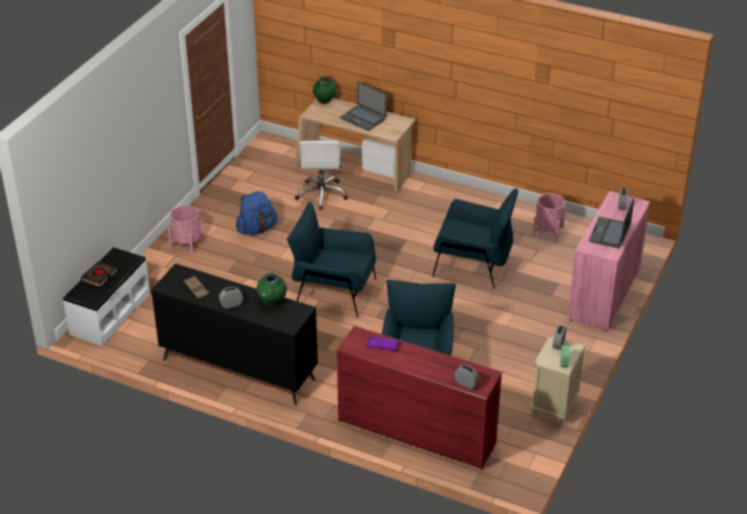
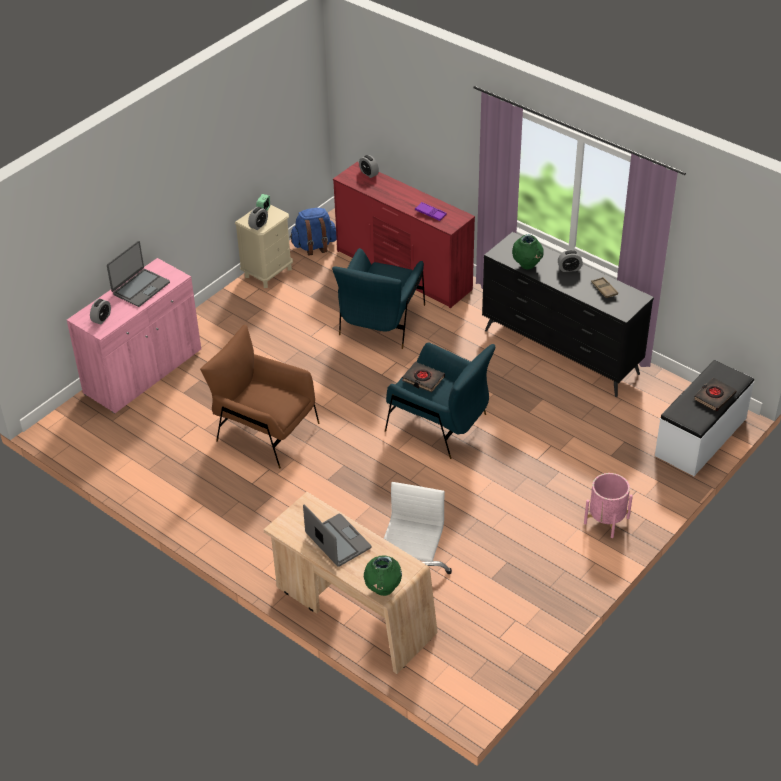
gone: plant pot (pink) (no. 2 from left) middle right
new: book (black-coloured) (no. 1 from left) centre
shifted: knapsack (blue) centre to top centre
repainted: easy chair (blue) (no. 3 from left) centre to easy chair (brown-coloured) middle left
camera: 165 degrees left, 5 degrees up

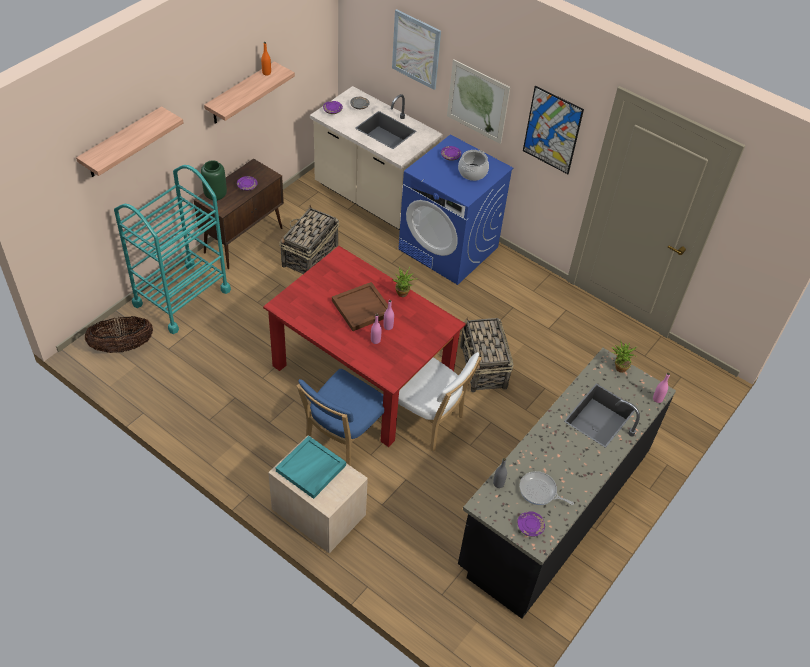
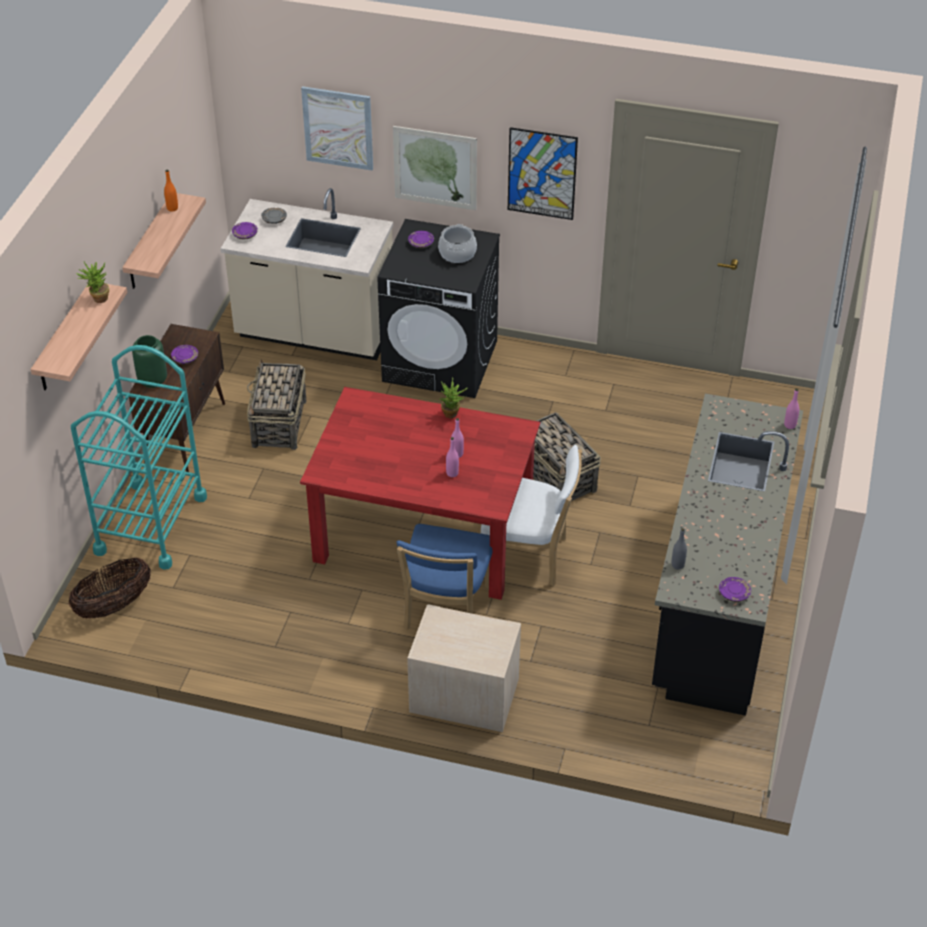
gone: serving tray (blue-green) bottom centre; serving tray (brown-coloured) centre; pan bottom right
shifted: potted plant (no. 2 from left in the first image) middle right to potted plant (no. 1 from left) top left
repainted: washing machine (blue) top centre to washing machine (black-coloured) top centre
camera: 20 degrees left, 5 degrees down

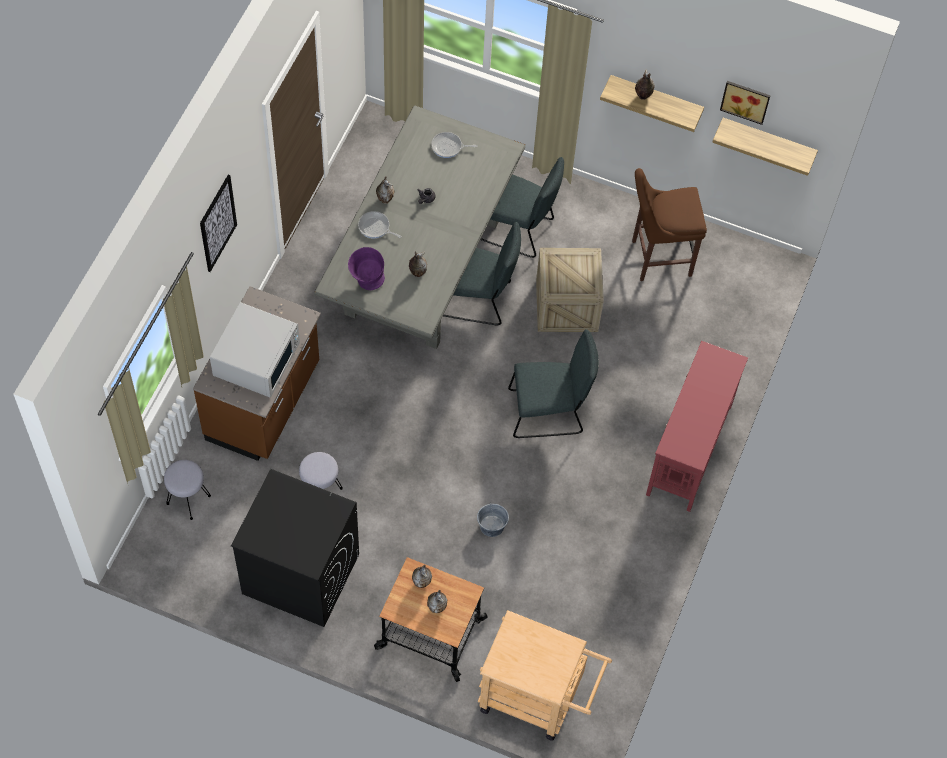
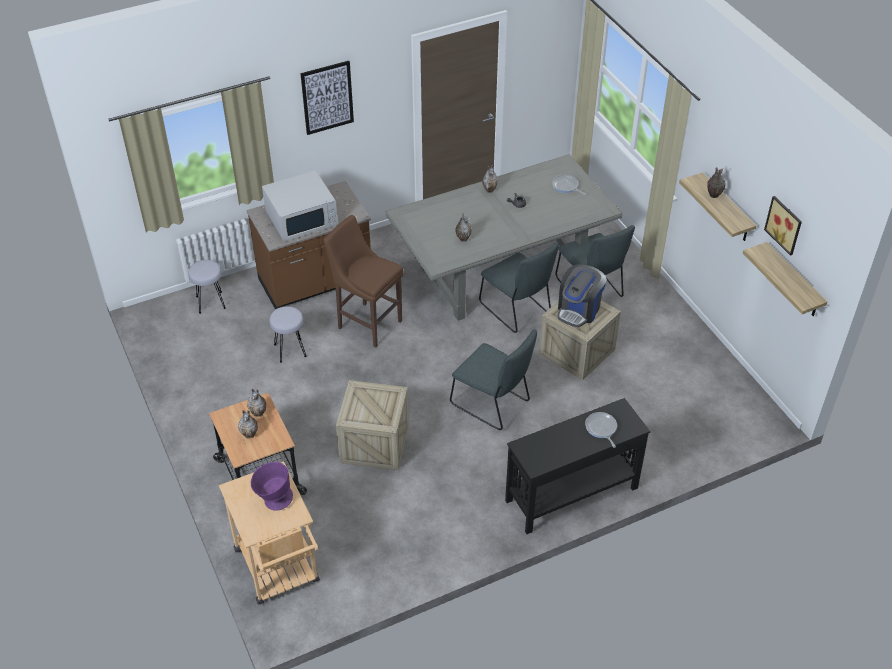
gone: washing machine (black-coloured) bottom left
new: coffee maker centre
shifted: deep dish (purplish) centre to bottom left; stool (brown-coloured) top right to centre; pan (no. 1 from left in the first image) top centre to pan (no. 2 from left) middle right
swapped: water bucket (gray) bottom centre to crate (no. 1 from left) centre
repainted: narrow table (reddish) middle right to narrow table (black-coloured) bottom centre
camera: 45 degrees right, 15 degrees down

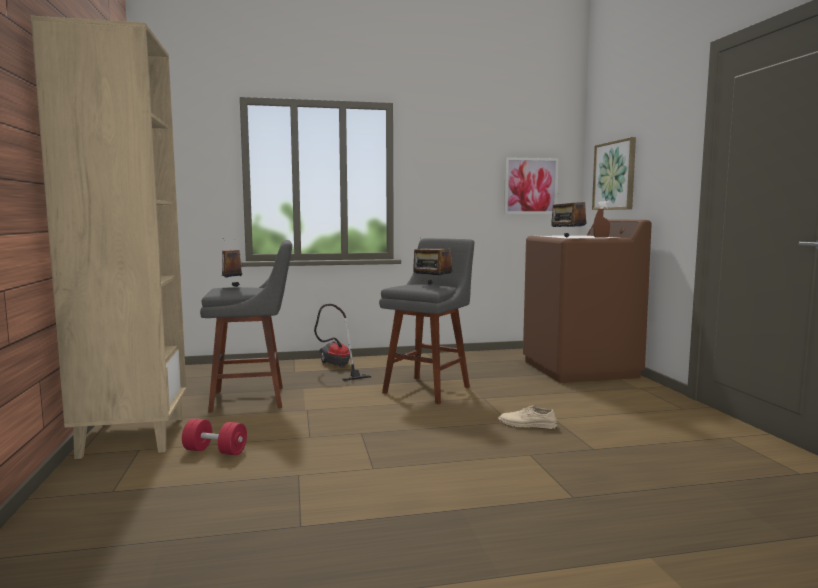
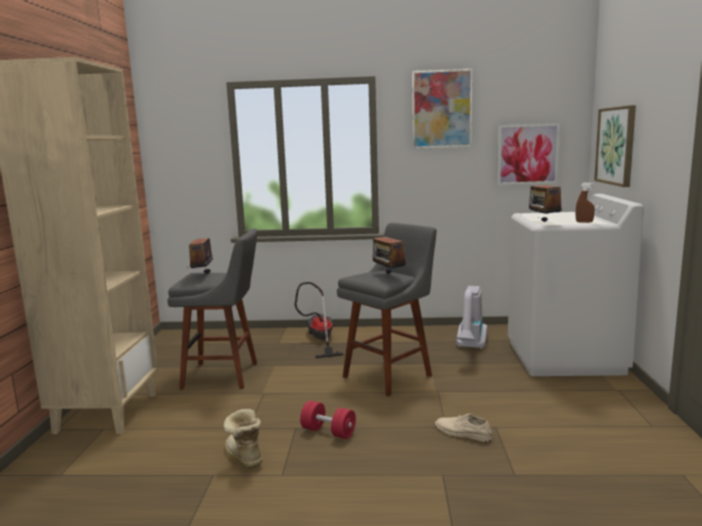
new: boot bottom centre; picture (no. 1 from left) top centre; hoover (no. 2 from left) middle right
shifted: free weight (reddish) bottom left to bottom centre
repainted: washing machine (brown-coloured) middle right to washing machine (white-coloured) middle right
camera: 15 degrees right, 5 degrees up

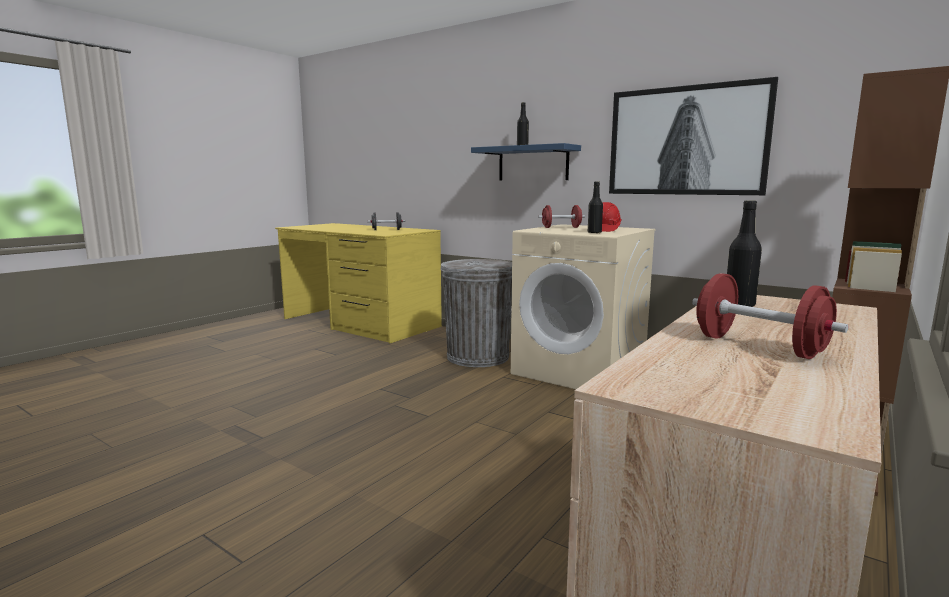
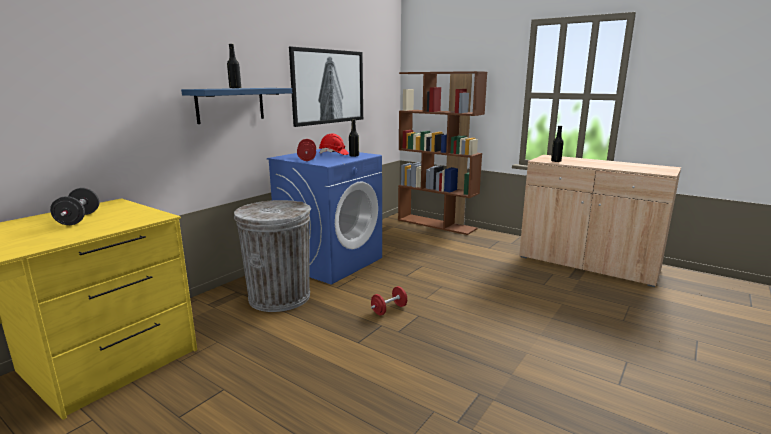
shifted: free weight (reddish) (no. 2 from left) middle right to bottom centre
repainted: washing machine (sand-coloured) centre to washing machine (blue) centre
camera: 90 degrees left, 5 degrees up

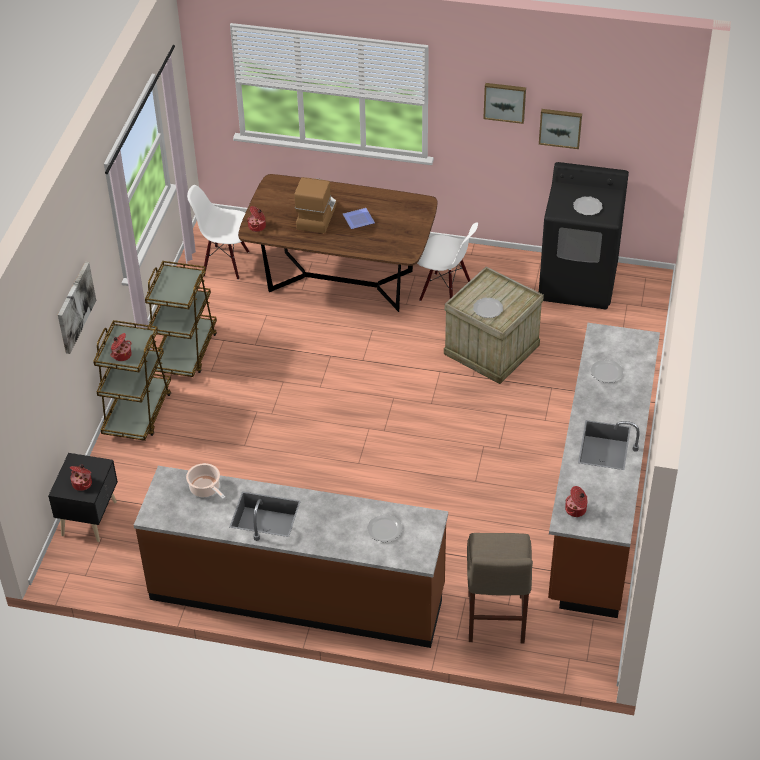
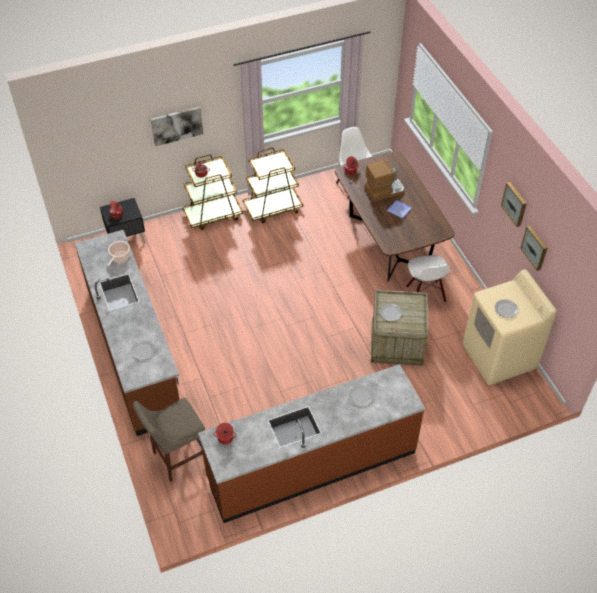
repainted: washing machine (black-coloured) top right to washing machine (sand-coloured) middle right
camera: 55 degrees right, 5 degrees up

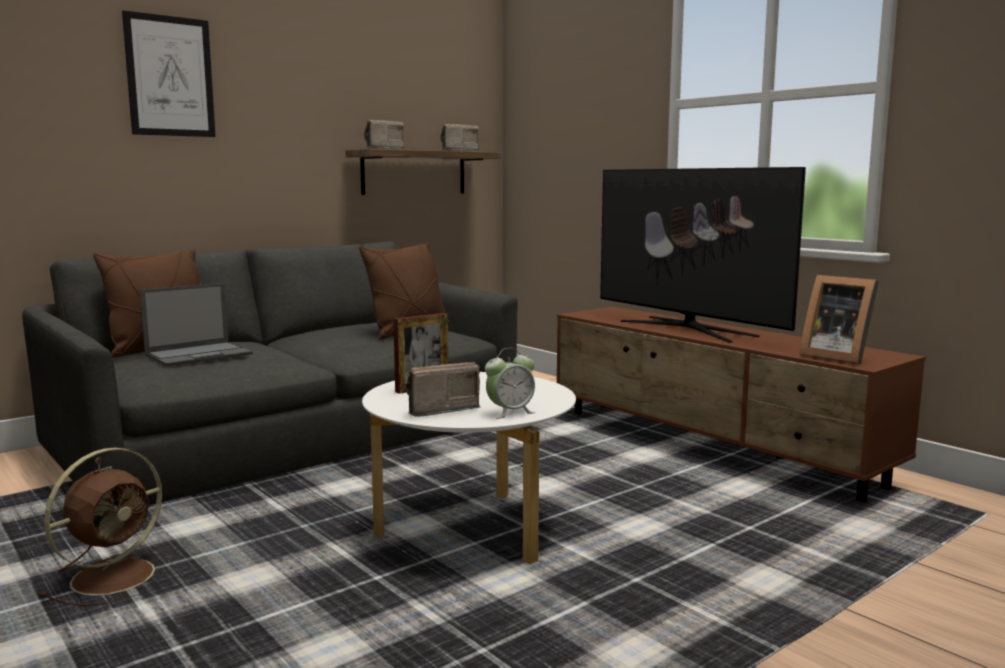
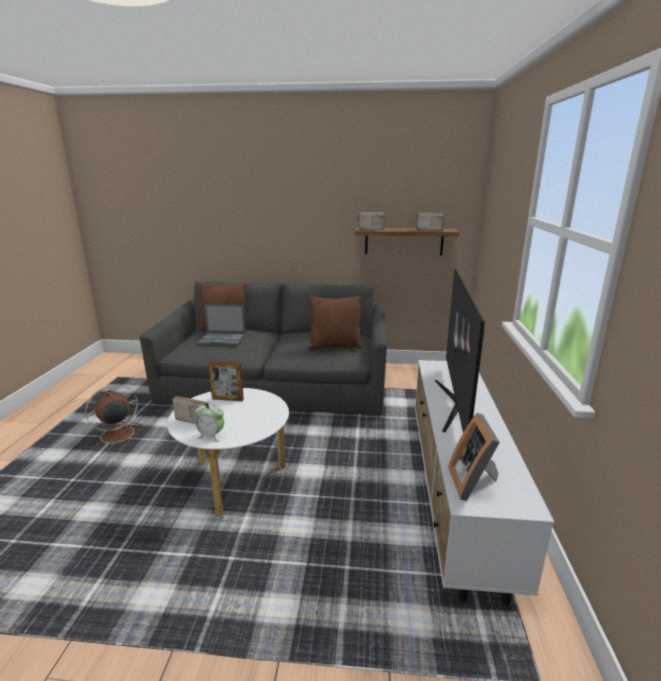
gone: picture top left
repainted: media console (brown-coloured) middle right to media console (white-coloured) bottom right
rotated: cooling fan (brown-coloured) bottom left = middle left 150 degrees clockwise
camera: 45 degrees right, 10 degrees up

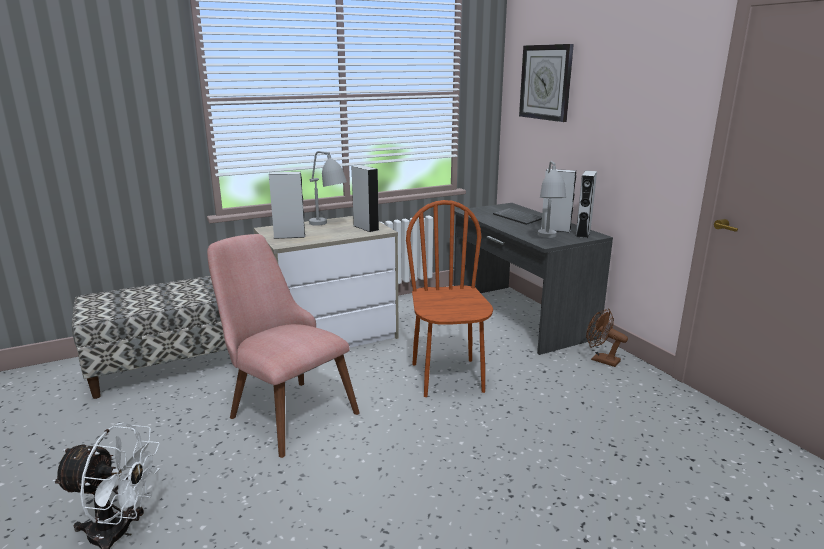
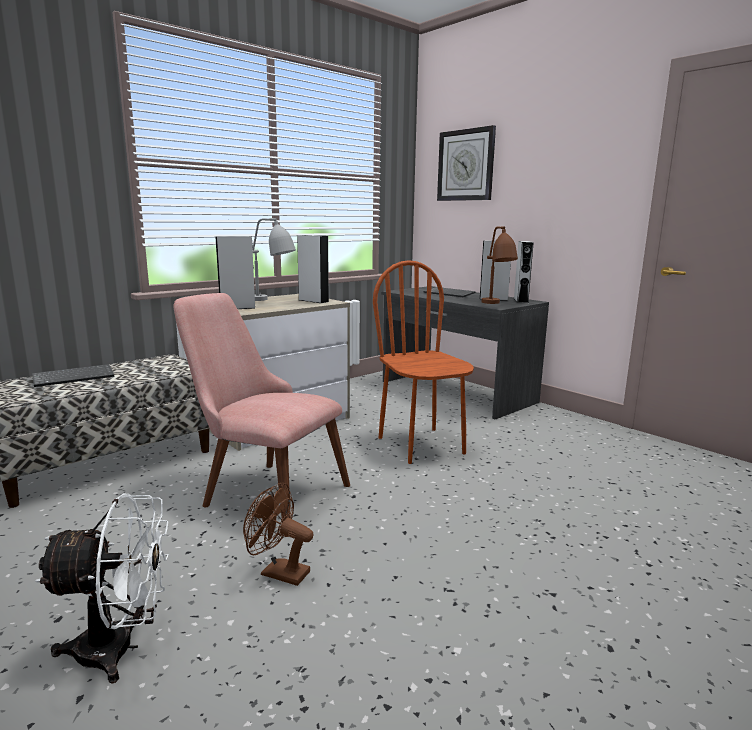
new: computer keyboard (no. 1 from left) middle left
shifted: cooling fan (brown-coloured) middle right to bottom centre
repainted: lamp for a table (gray) (no. 2 from left) middle right to lamp for a table (brown-coloured) centre
camera: 15 degrees left, 5 degrees down

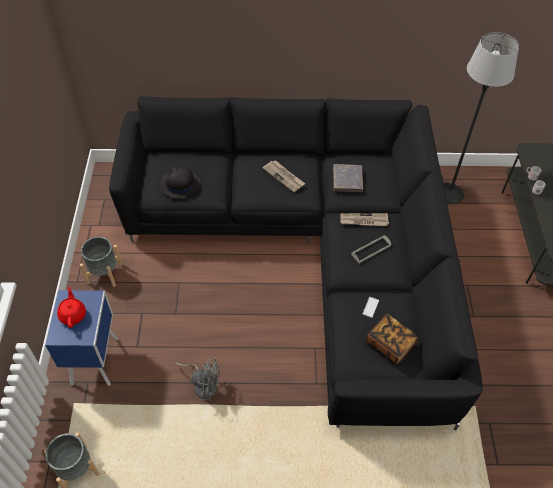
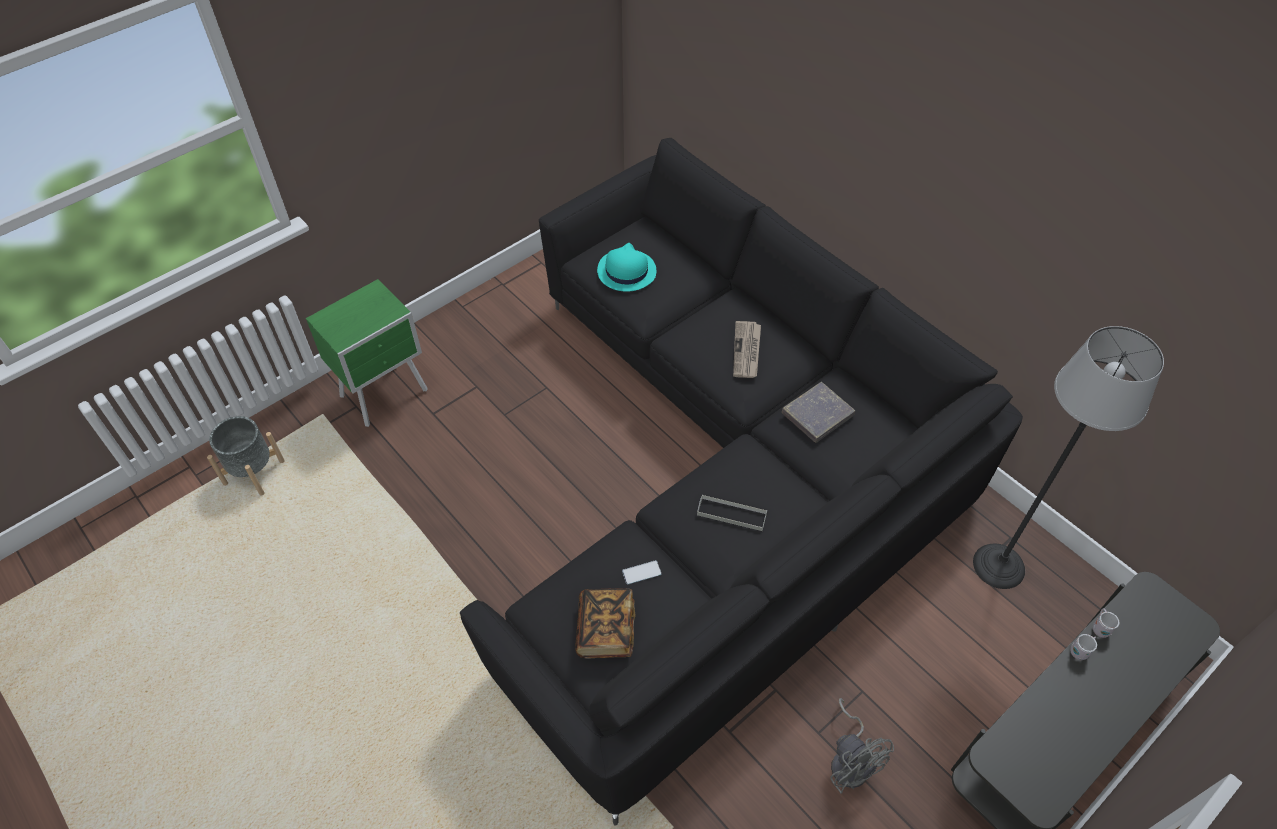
gone: pot for tea (reddish) middle left; plant pot (gray) (no. 2 from left) middle left; newspaper (no. 2 from left) centre
shifted: cooling fan (gray) bottom centre to bottom right
repainted: night table (blue) bottom left to night table (green) middle left; hat (black-coloured) middle left to hat (blue-green) top centre
camera: 50 degrees right, 0 degrees up

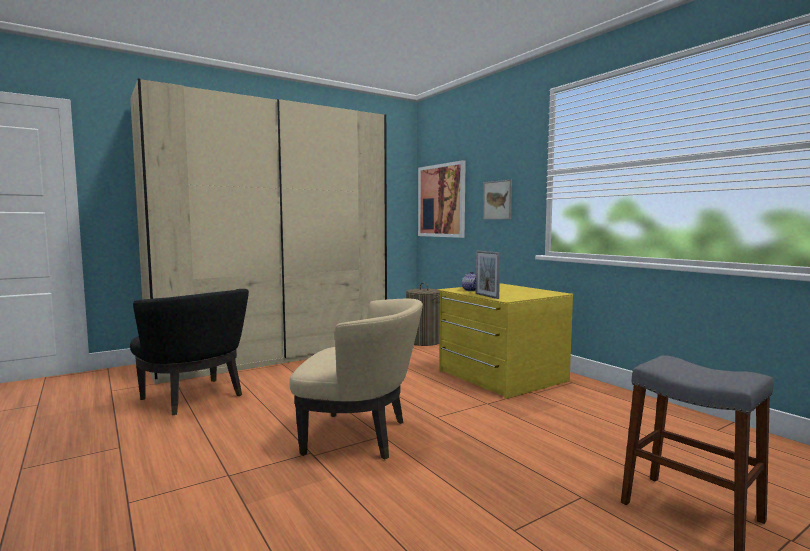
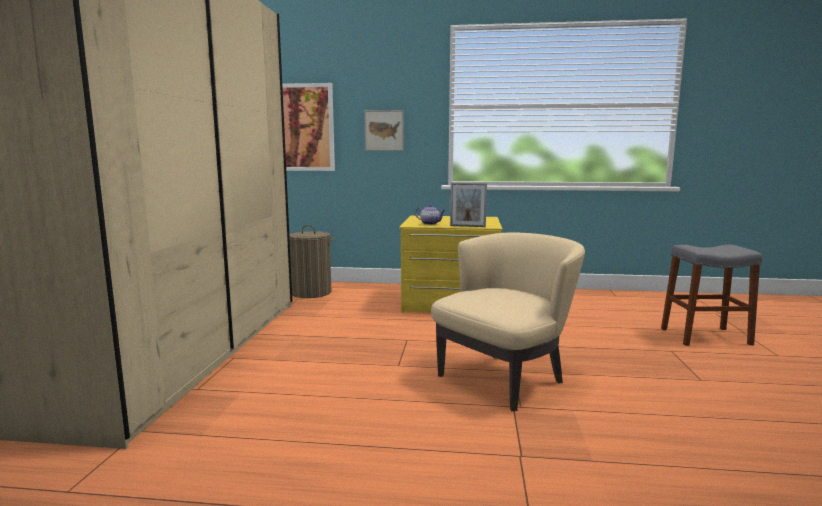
gone: easy chair (black-coloured) middle left
camera: 50 degrees left, 5 degrees up

